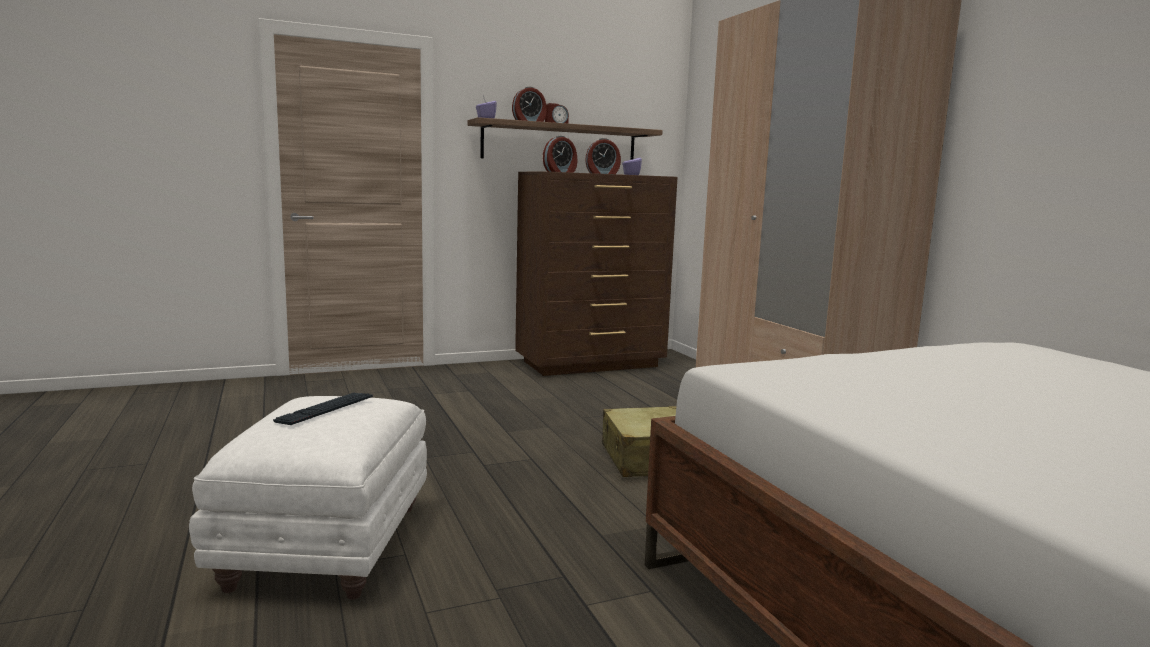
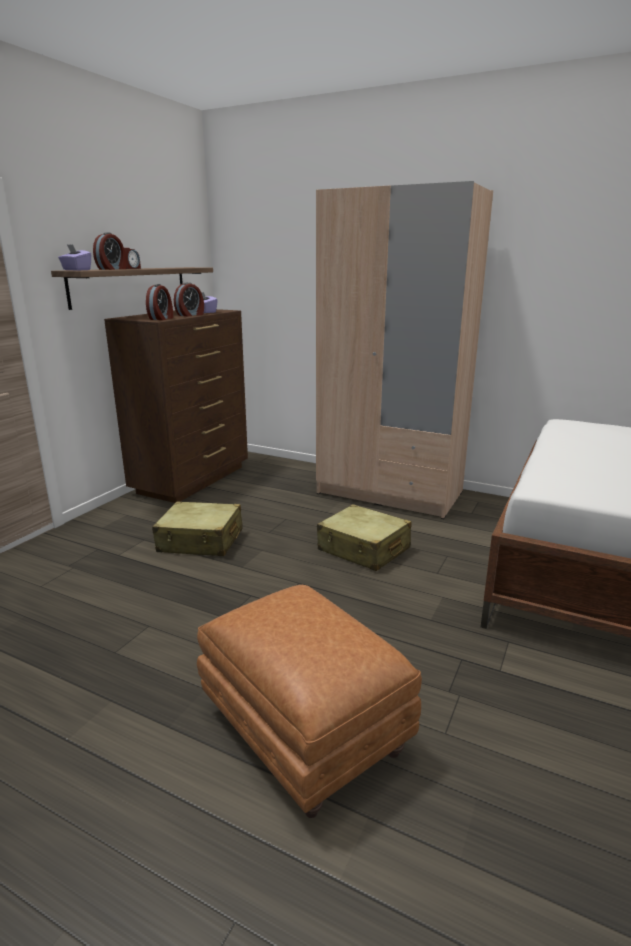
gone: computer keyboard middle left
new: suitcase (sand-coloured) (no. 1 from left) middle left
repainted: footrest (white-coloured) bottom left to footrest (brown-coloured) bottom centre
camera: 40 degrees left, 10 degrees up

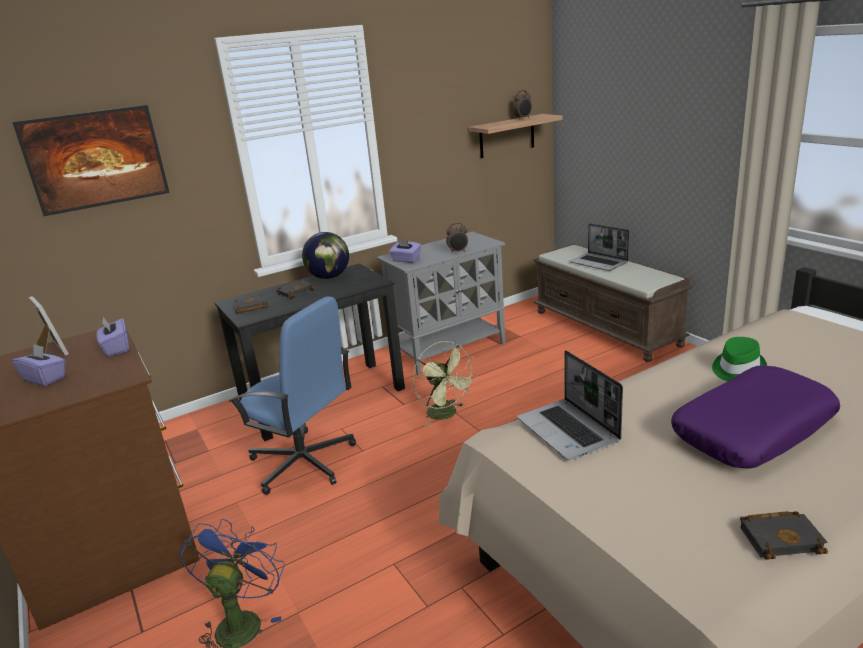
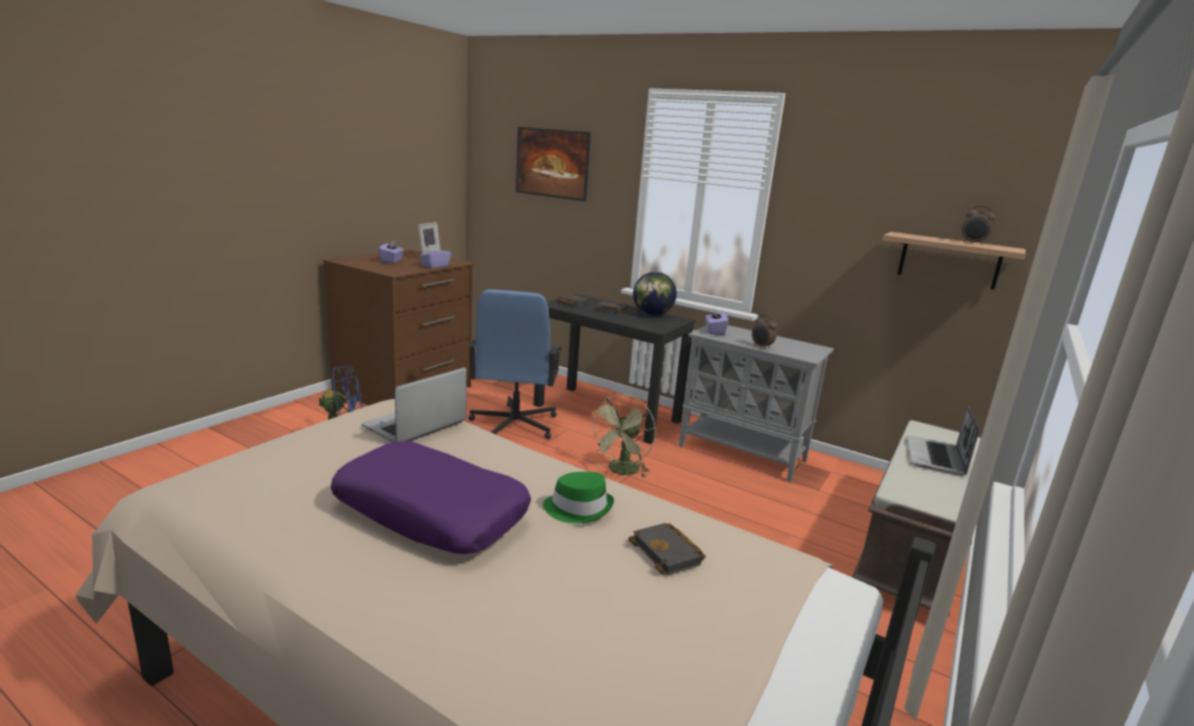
shifted: book (black-coloured) (no. 3 from left) bottom right to bottom centre
camera: 60 degrees right, 5 degrees down

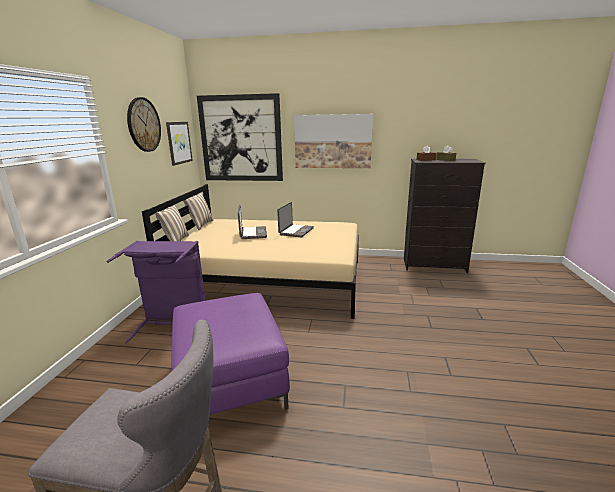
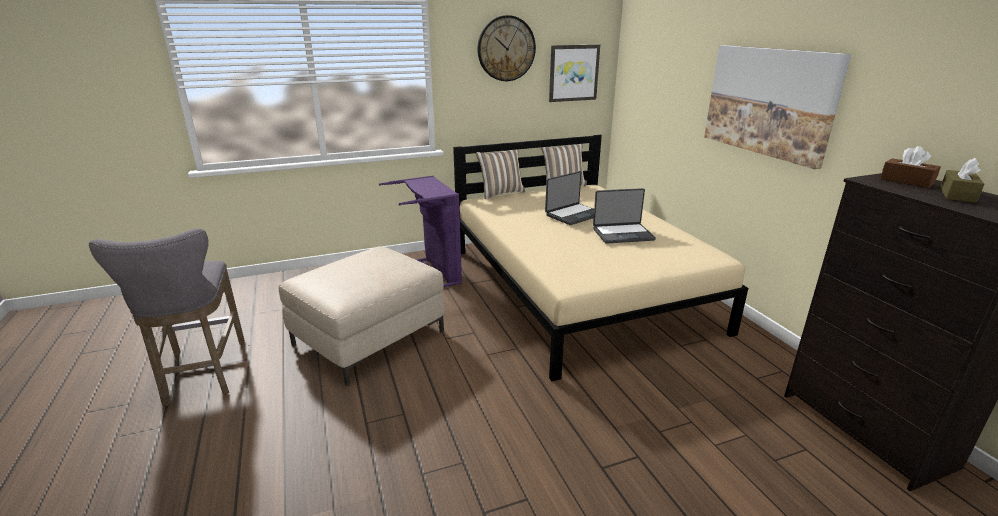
gone: picture (no. 2 from left) top centre
repainted: footrest (purplish) bottom centre to footrest (sand-coloured) centre
camera: 60 degrees right, 5 degrees up

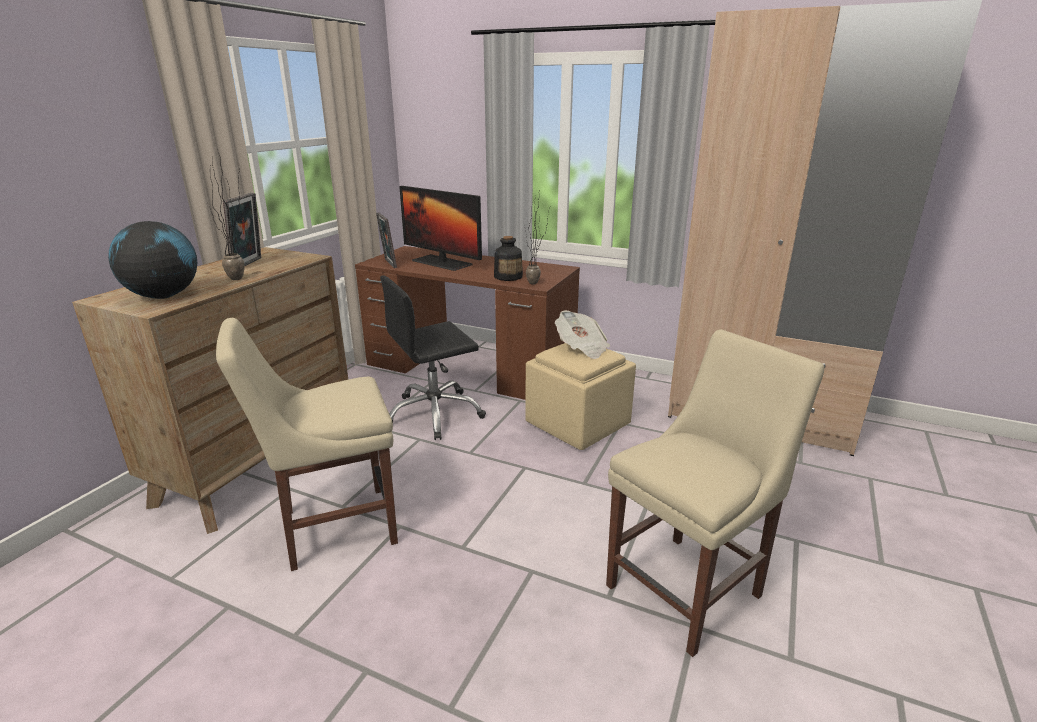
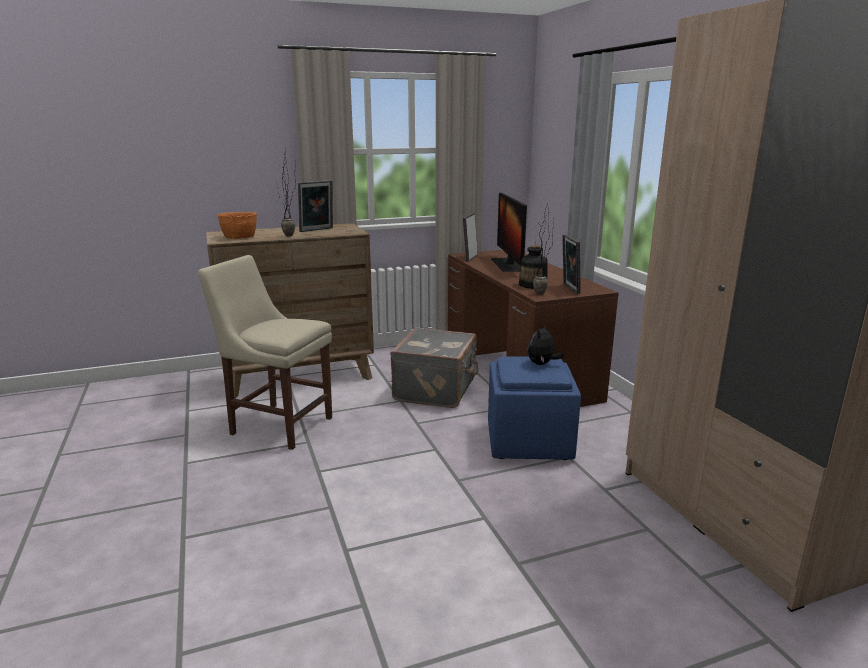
gone: chair (sand-coloured) (no. 2 from left) bottom right
new: standing frame (no. 3 from left) centre
swapped: world globe middle left to deep dish (orangey) middle left; office chair (black-coloured) centre to suitcase (gray) centre; newspaper centre to soft toy centre
repainted: footrest (sand-coloured) centre to footrest (blue) centre
camera: 45 degrees right, 5 degrees down

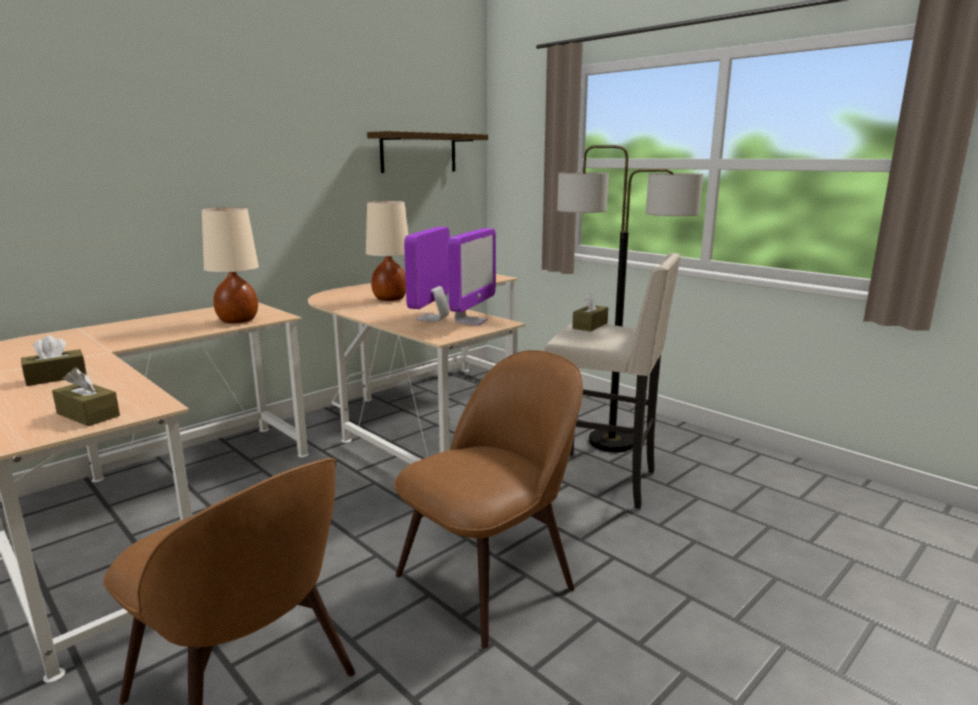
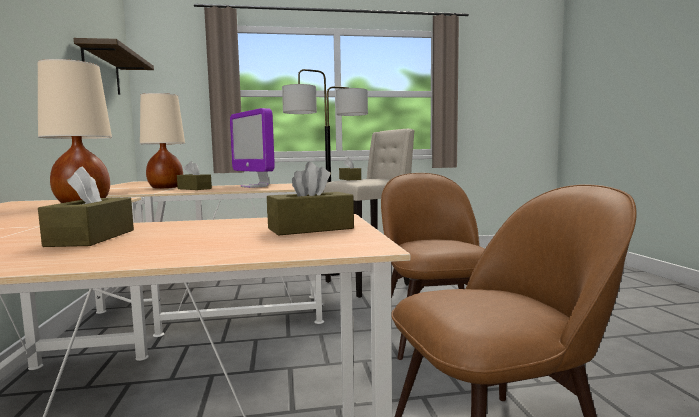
gone: computer screen (no. 2 from left) centre
new: box of tissues (brown-coloured) (no. 2 from left) middle left
camera: 55 degrees left, 10 degrees down

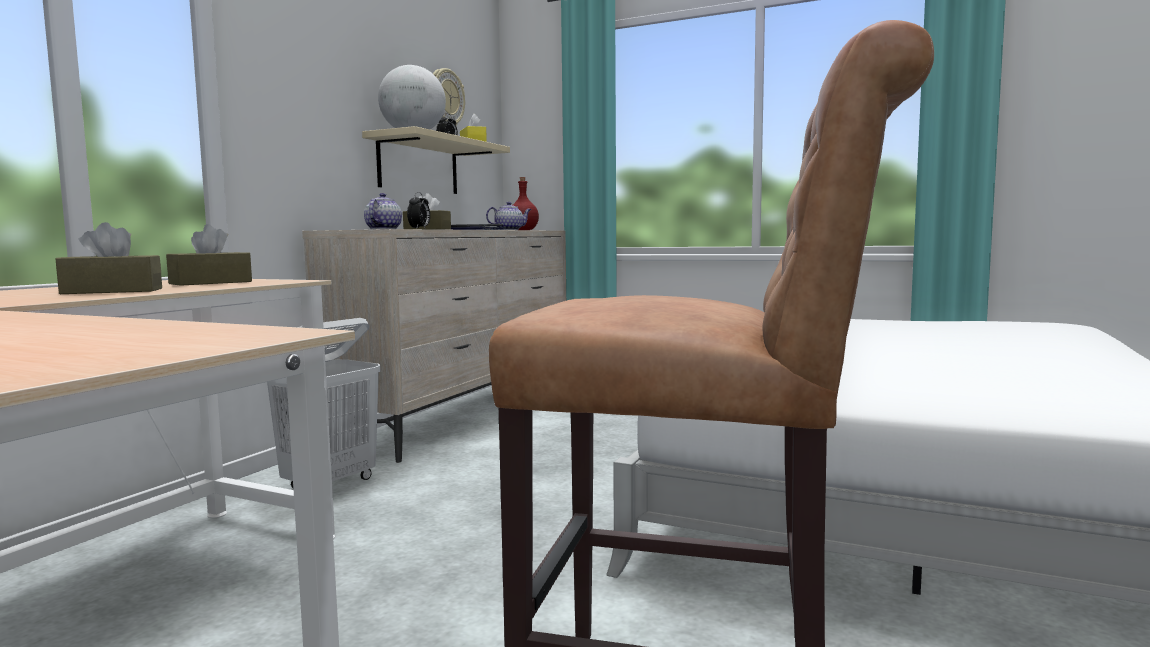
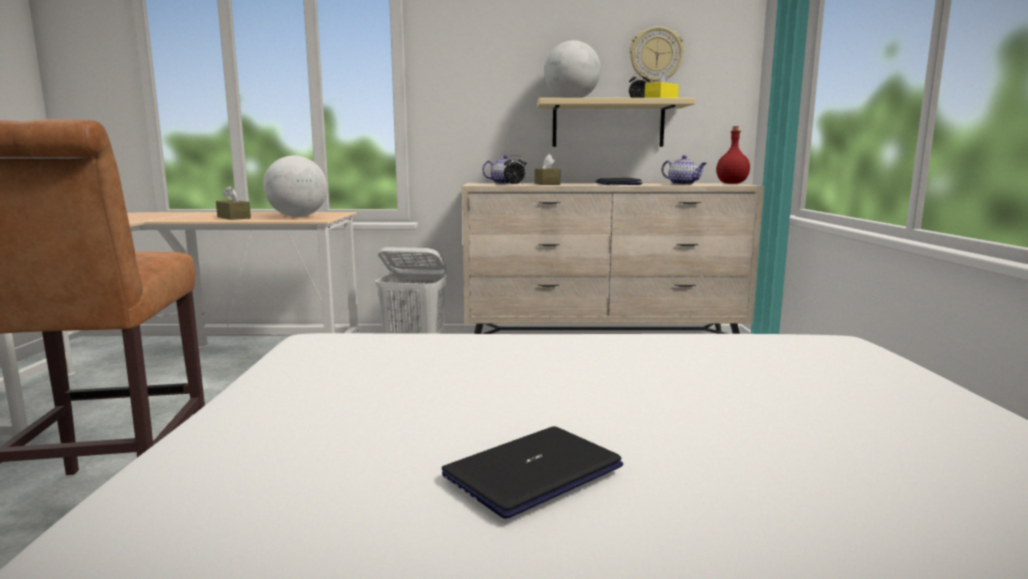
new: notebook computer (no. 1 from left) bottom centre
swapped: box of tissues (brown-coloured) (no. 2 from left) middle left to world globe (no. 1 from left) top left
camera: 65 degrees right, 5 degrees up

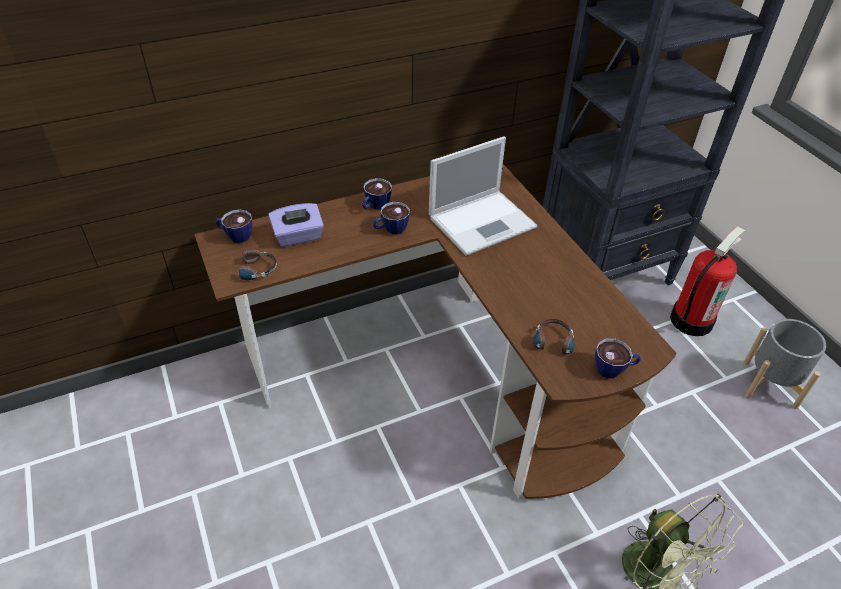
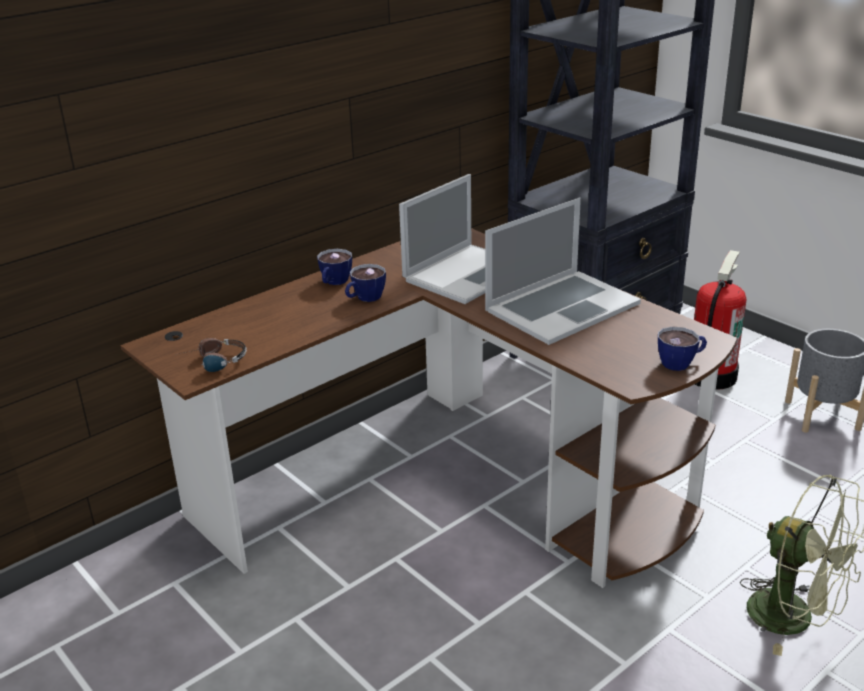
gone: cup (no. 1 from left) middle left; box of tissues (purplish) centre; headphones (no. 2 from left) centre
new: notebook computer (no. 2 from left) centre
camera: 15 degrees left, 15 degrees down

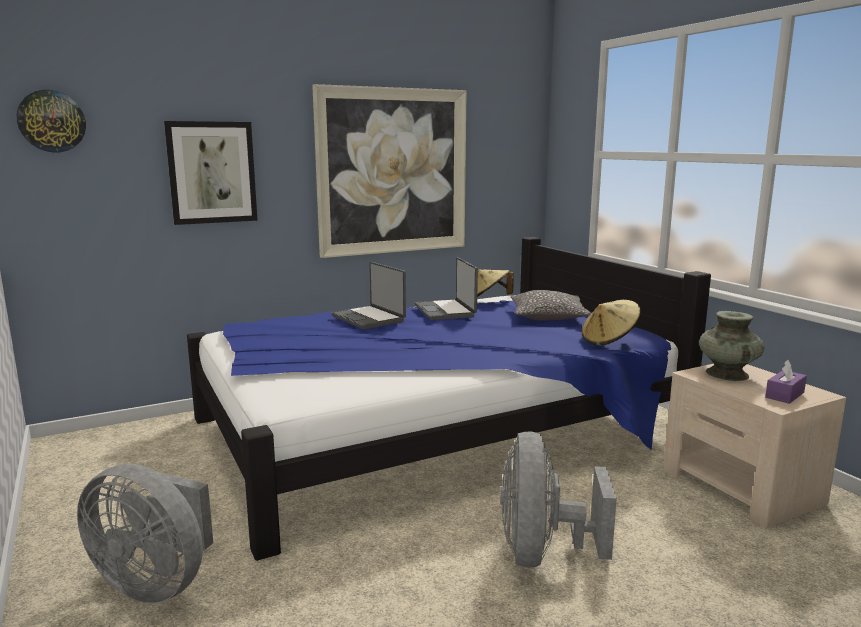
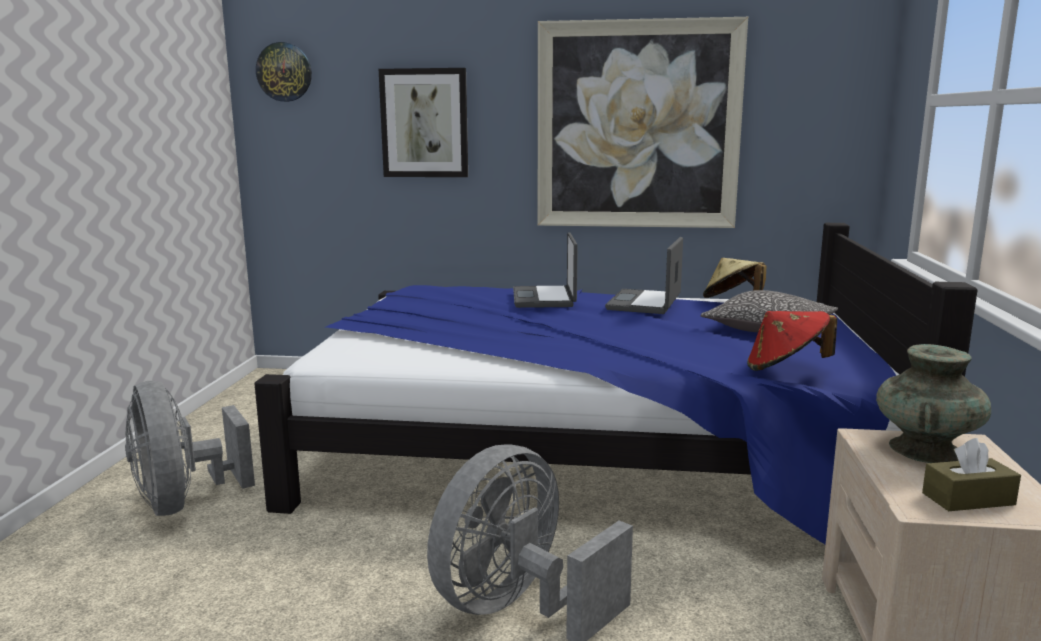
repainted: hat (sand-coloured) (no. 2 from left) middle right to hat (reddish) middle right; box of tissues (purplish) middle right to box of tissues (brown-coloured) bottom right
camera: 35 degrees right, 0 degrees up

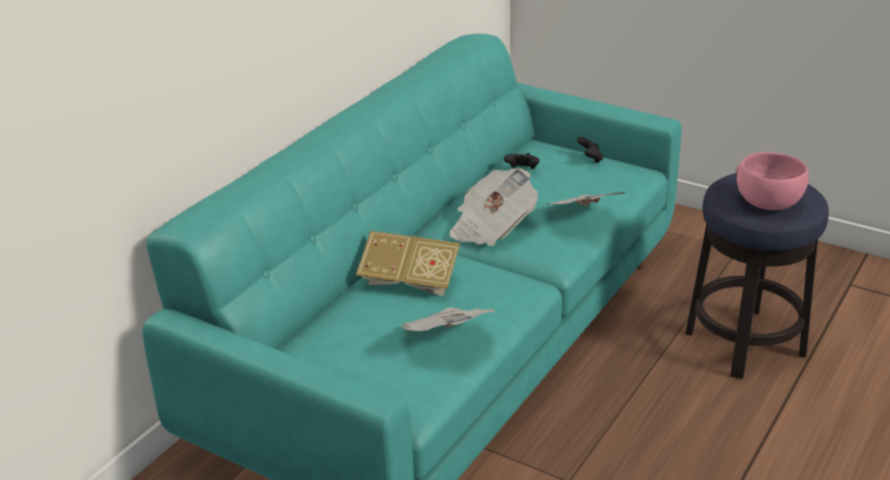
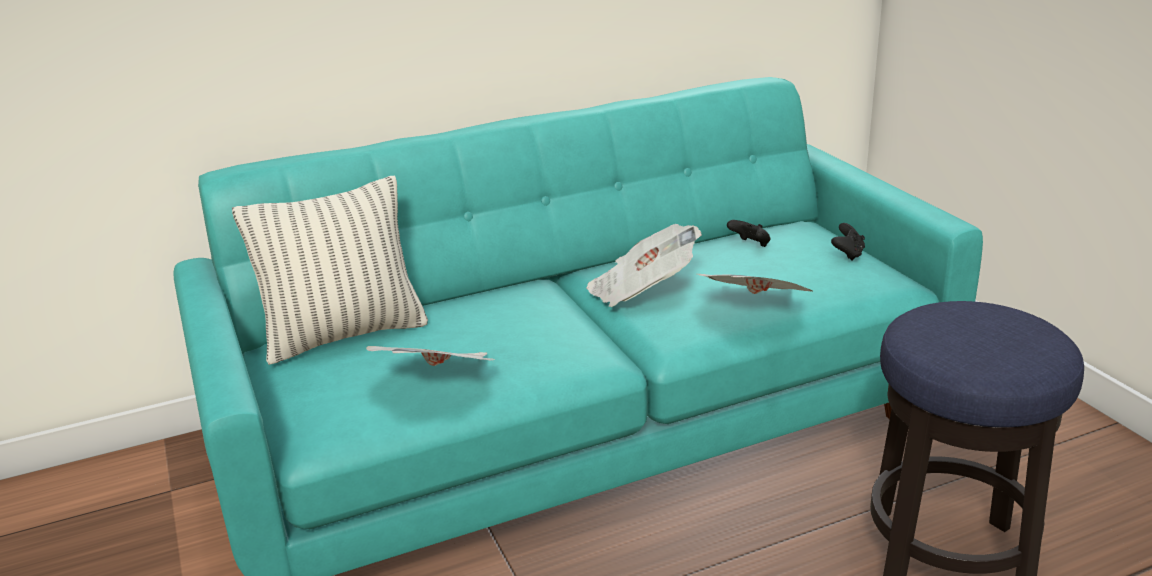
gone: book centre; deep dish (pink) middle right
new: pillow middle left
camera: 35 degrees right, 5 degrees down

